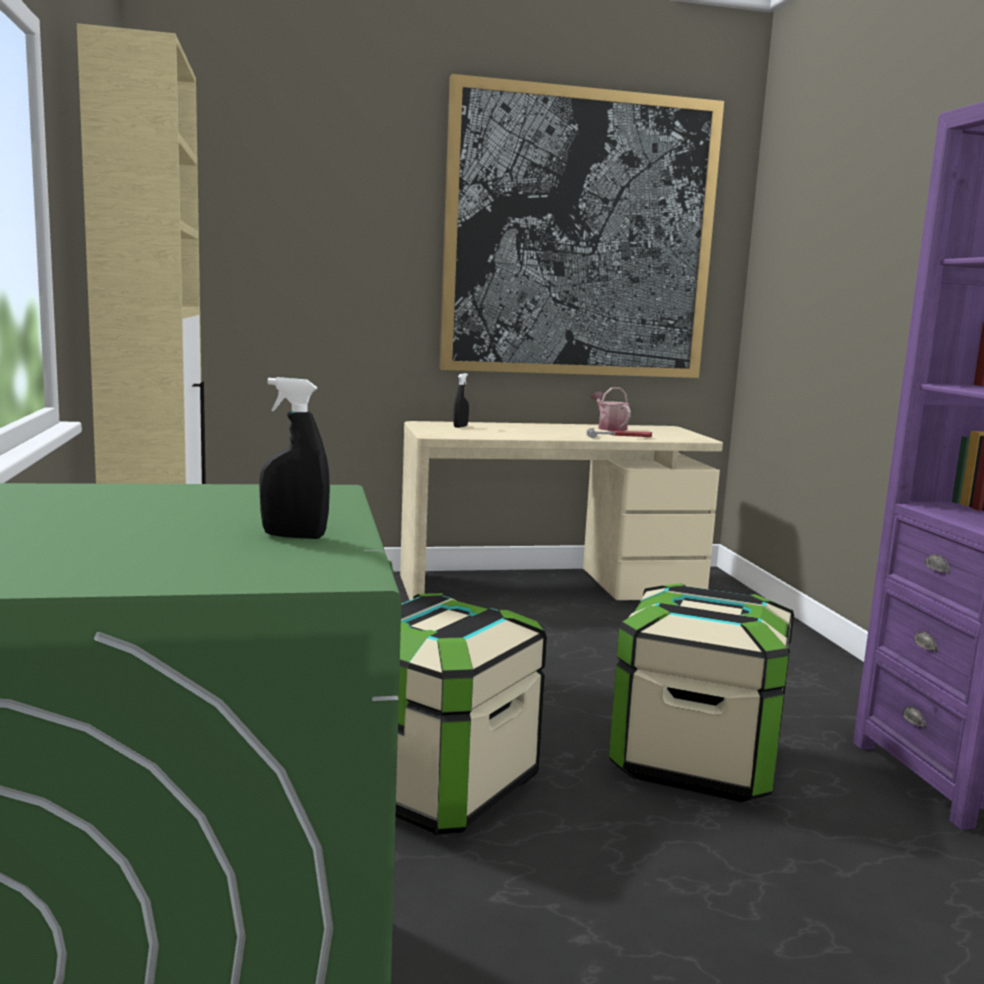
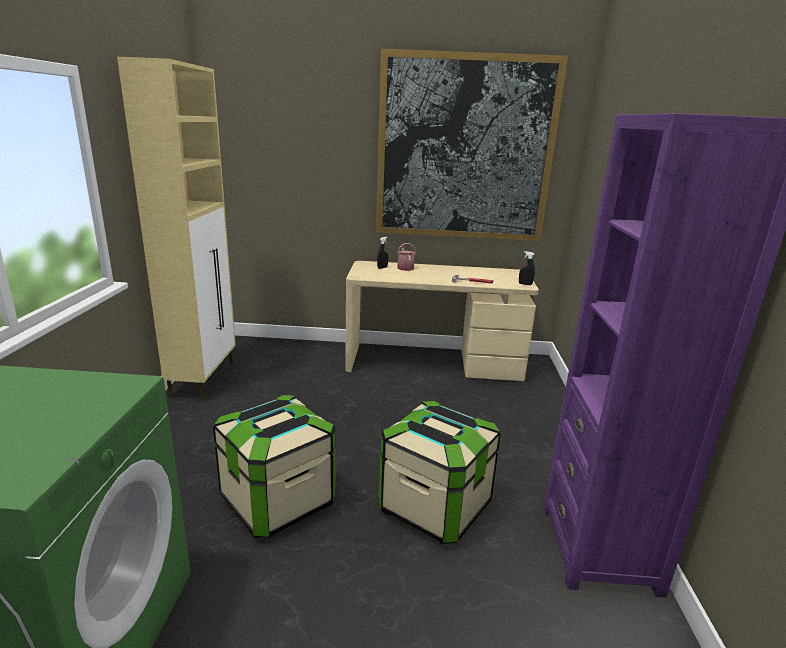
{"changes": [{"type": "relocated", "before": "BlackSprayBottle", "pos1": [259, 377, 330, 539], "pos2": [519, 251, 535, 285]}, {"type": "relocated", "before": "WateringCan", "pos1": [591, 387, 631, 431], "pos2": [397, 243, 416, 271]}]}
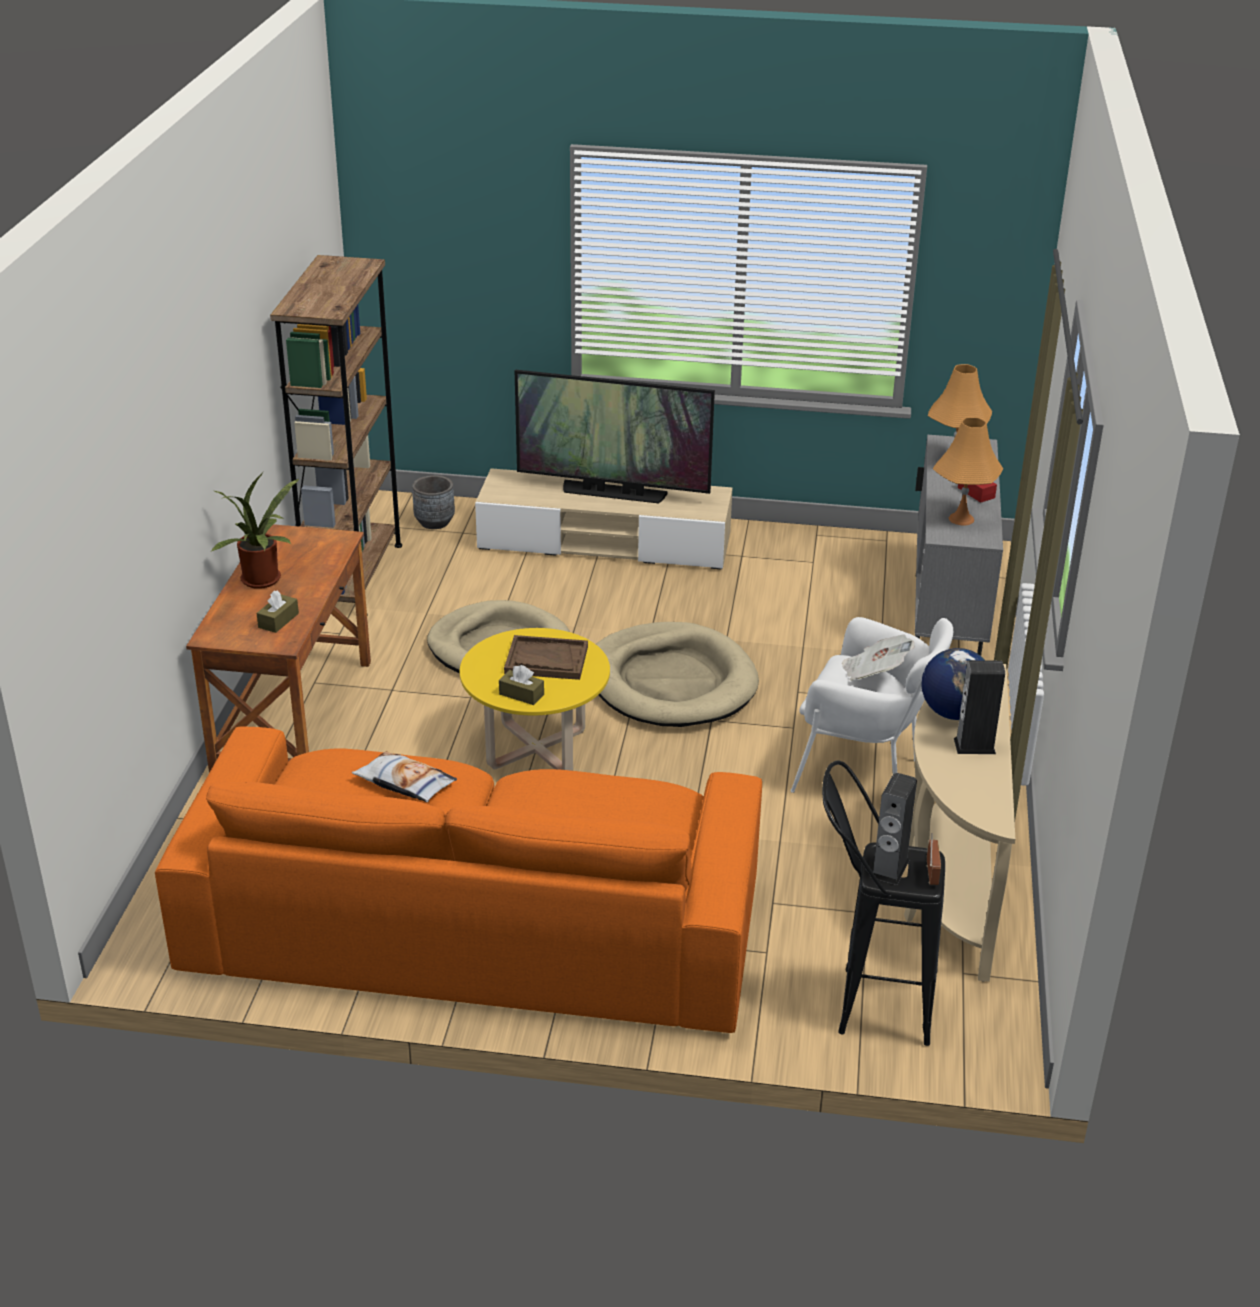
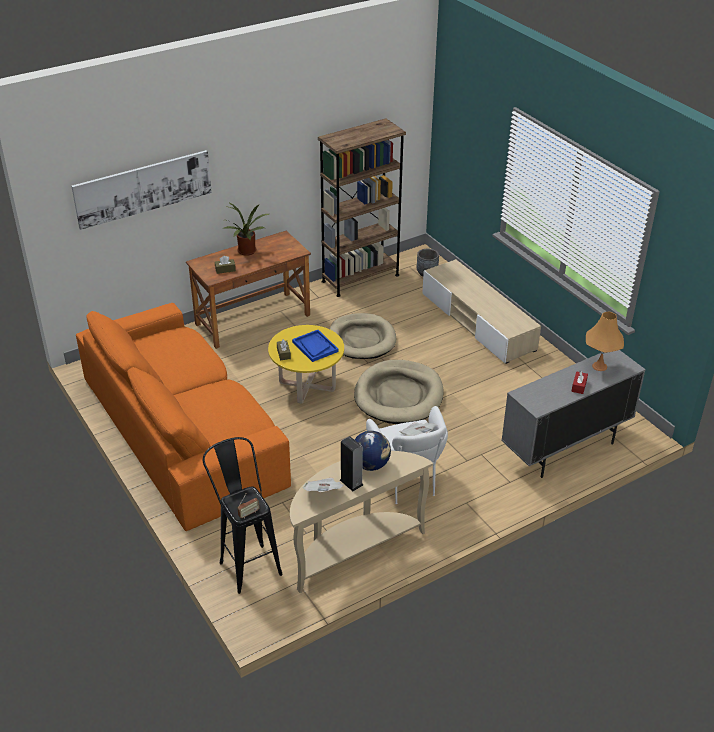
{"changes": [{"type": "missing", "before": "Television", "pos1": [515, 370, 715, 503]}, {"type": "missing", "before": "OrangeTableLamp", "pos1": [933, 417, 1003, 525]}, {"type": "colour", "before": "BrownTray", "after": "BlueTray", "pos1": [504, 635, 588, 680], "pos2": [292, 330, 338, 362]}, {"type": "missing", "before": "Pillow", "pos1": [352, 751, 457, 802]}, {"type": "missing", "before": "Speaker", "pos1": [870, 773, 917, 885]}, {"type": "appeared", "after": "Picture", "pos2": [71, 150, 212, 230]}, {"type": "appeared", "after": "Newspaper", "pos2": [302, 478, 344, 492]}]}
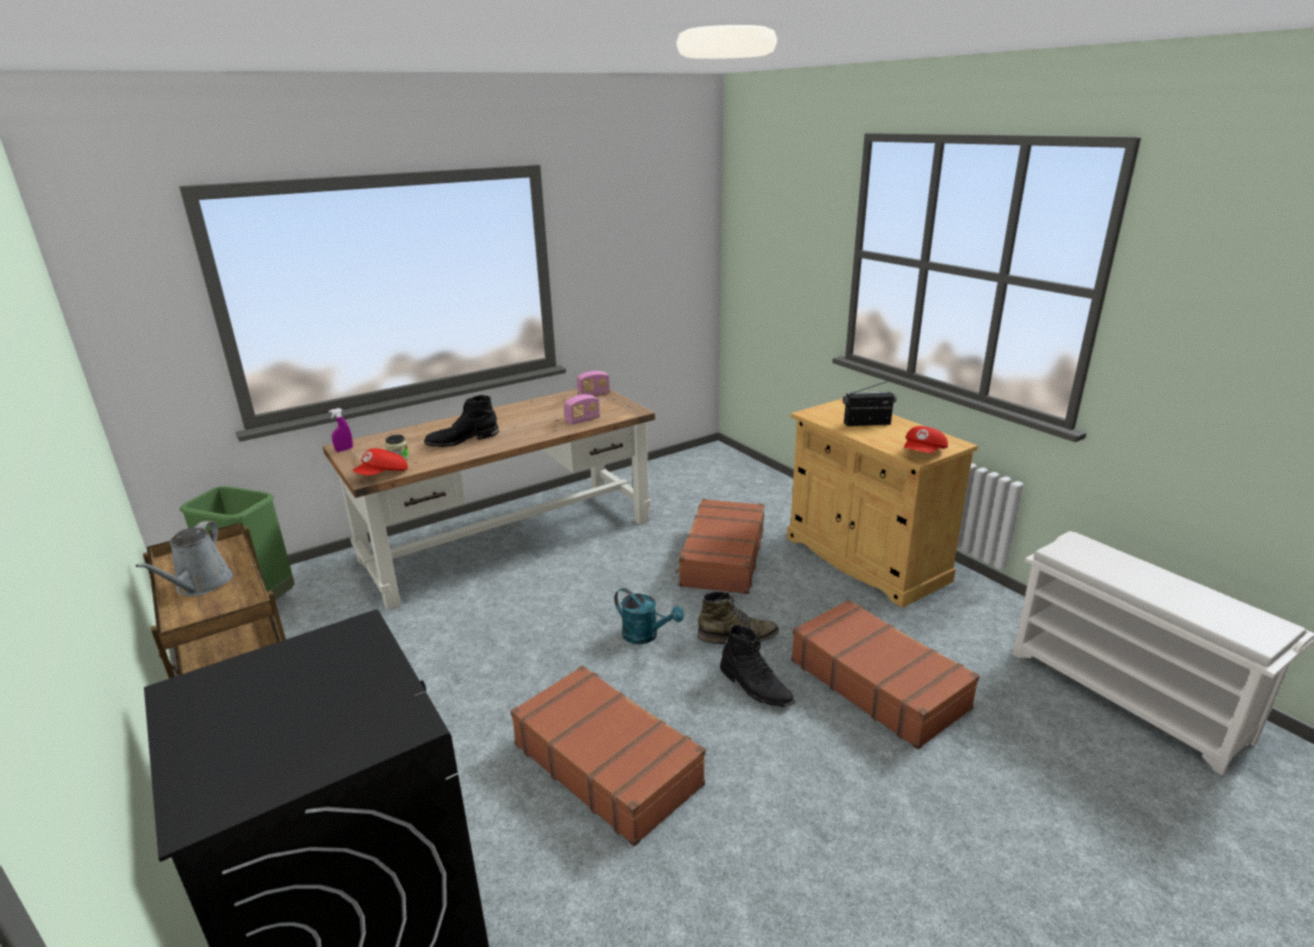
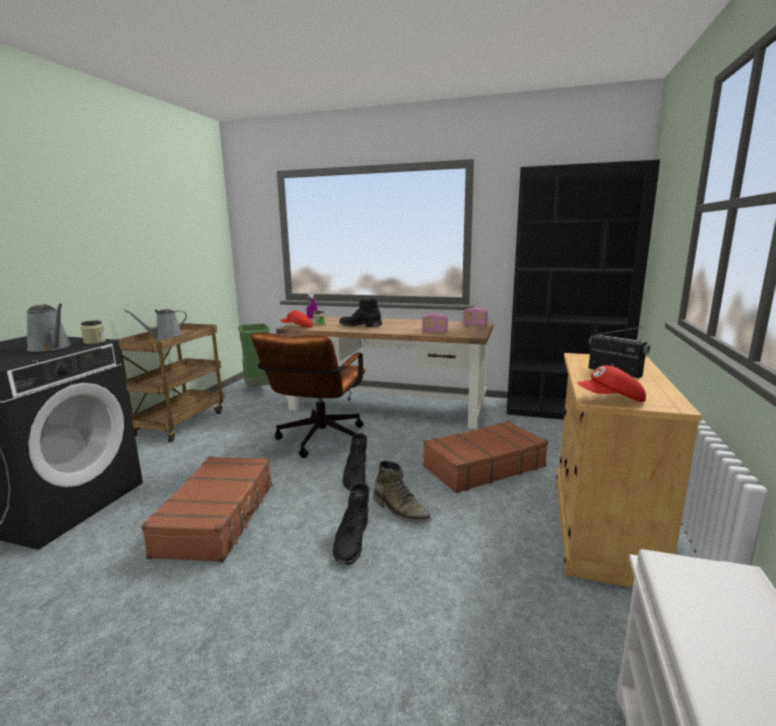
{"changes": [{"type": "exchanged", "before": "TurquoiseWateringCan", "after": "BlackBoot", "pos1": [614, 588, 684, 644], "pos2": [342, 433, 367, 490]}, {"type": "missing", "before": "BrownSuitcase", "pos1": [791, 599, 980, 750]}, {"type": "appeared", "after": "BlackBookcase", "pos2": [507, 159, 660, 420]}, {"type": "appeared", "after": "GreyWateringCan", "pos2": [26, 304, 71, 352]}, {"type": "appeared", "after": "Jar", "pos2": [81, 320, 106, 344]}, {"type": "appeared", "after": "BrownOfficeChair", "pos2": [251, 332, 366, 458]}]}
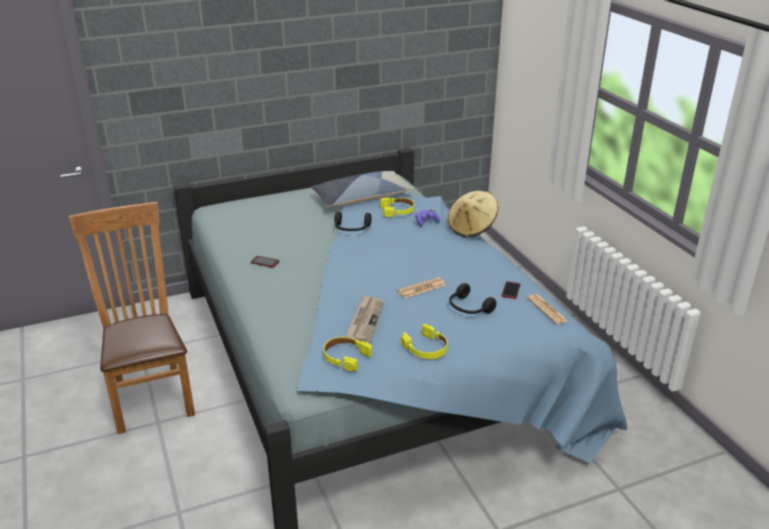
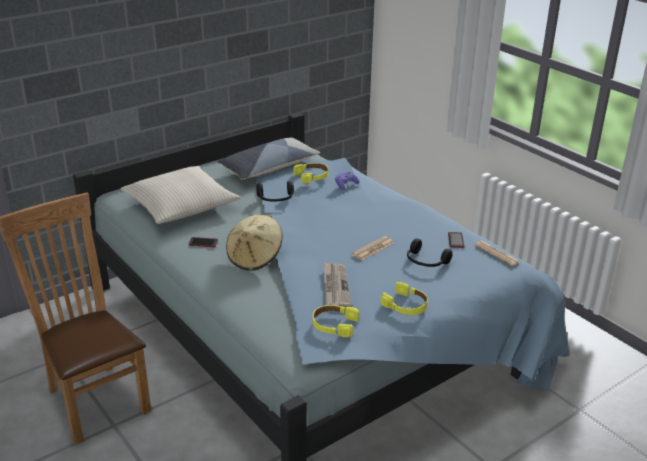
{"changes": [{"type": "relocated", "before": "BeigeHat", "pos1": [448, 191, 498, 238], "pos2": [226, 214, 283, 271]}, {"type": "appeared", "after": "BeigePillow", "pos2": [121, 166, 241, 224]}]}
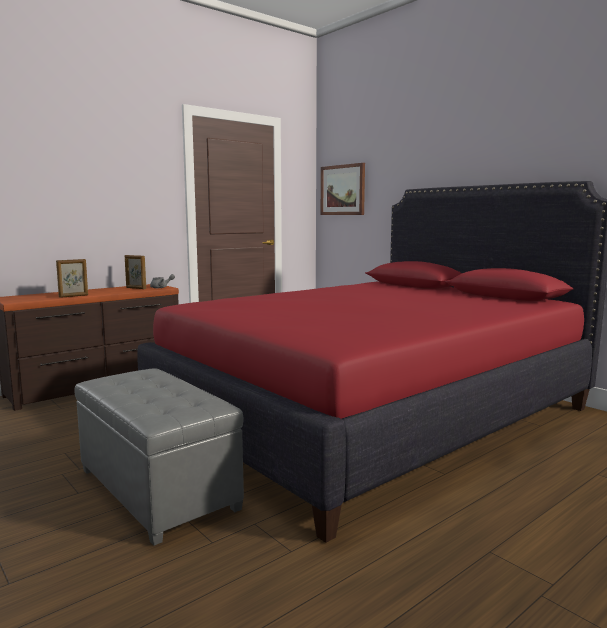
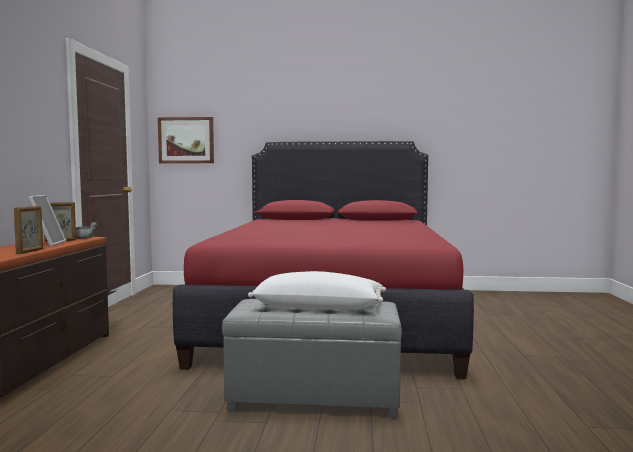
{"changes": [{"type": "appeared", "after": "PictureFrame", "pos2": [28, 195, 66, 246]}, {"type": "appeared", "after": "WhitePillow", "pos2": [248, 271, 386, 310]}]}
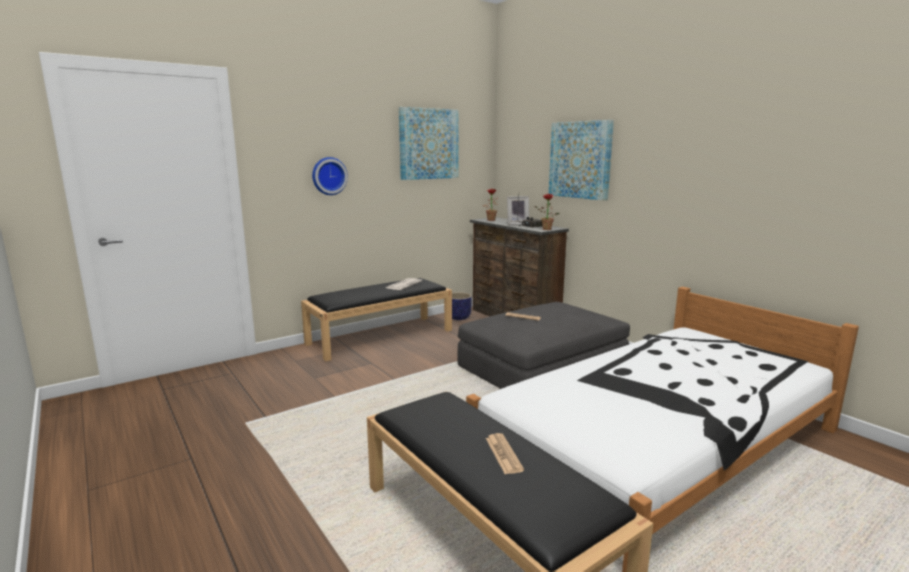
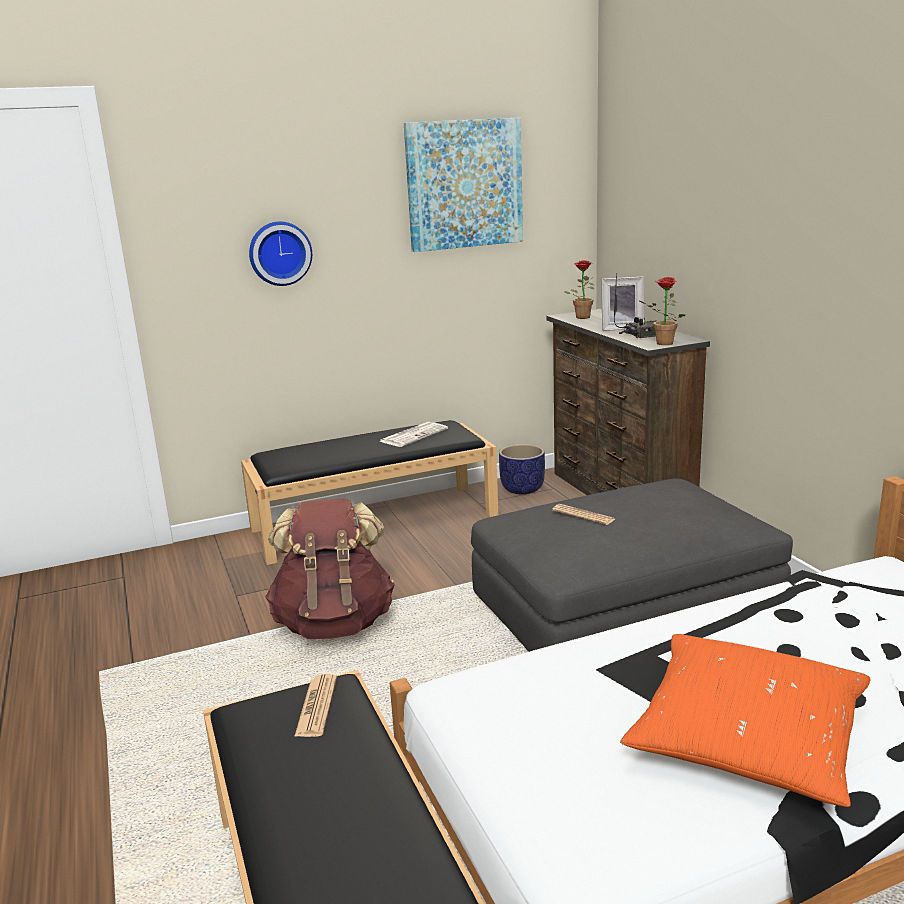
{"changes": [{"type": "missing", "before": "Picture", "pos1": [549, 120, 614, 201]}, {"type": "relocated", "before": "Newspaper", "pos1": [486, 433, 524, 474], "pos2": [294, 674, 337, 737]}, {"type": "appeared", "after": "BrownBackpack", "pos2": [265, 498, 395, 639]}, {"type": "appeared", "after": "OrangePillow", "pos2": [620, 634, 871, 807]}]}
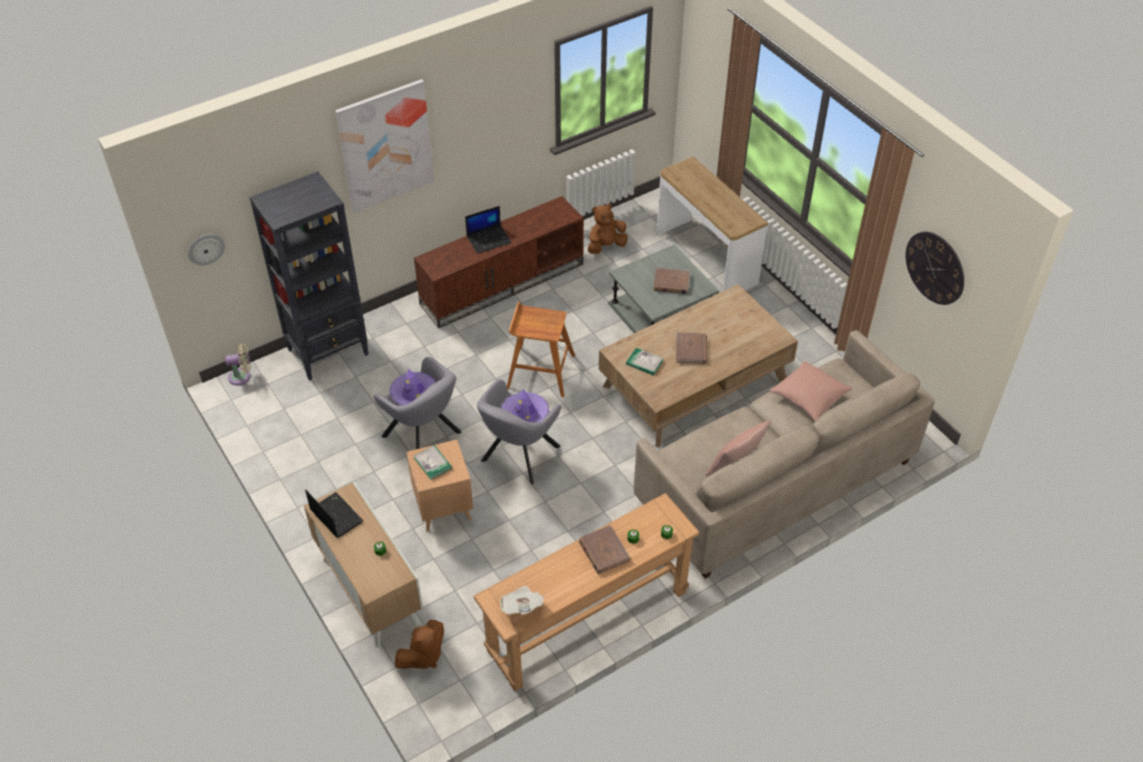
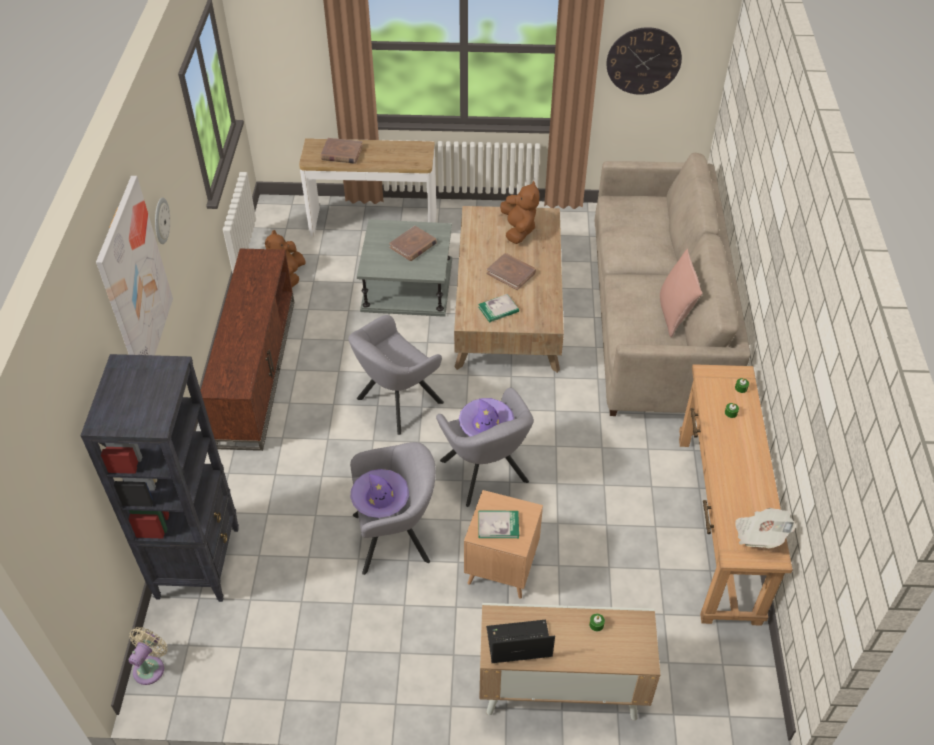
{"changes": [{"type": "missing", "before": "Laptop", "pos1": [465, 206, 512, 254]}, {"type": "relocated", "before": "WallClock", "pos1": [188, 234, 225, 265], "pos2": [155, 198, 170, 244]}, {"type": "exchanged", "before": "BrownStool", "after": "GreyArmchair", "pos1": [507, 302, 575, 397], "pos2": [348, 315, 444, 435]}, {"type": "missing", "before": "PinkPillow", "pos1": [769, 361, 852, 421]}, {"type": "relocated", "before": "BrownBook", "pos1": [579, 525, 630, 574], "pos2": [321, 138, 363, 164]}, {"type": "relocated", "before": "BrownPlushToy", "pos1": [395, 620, 444, 669], "pos2": [500, 181, 539, 244]}]}
